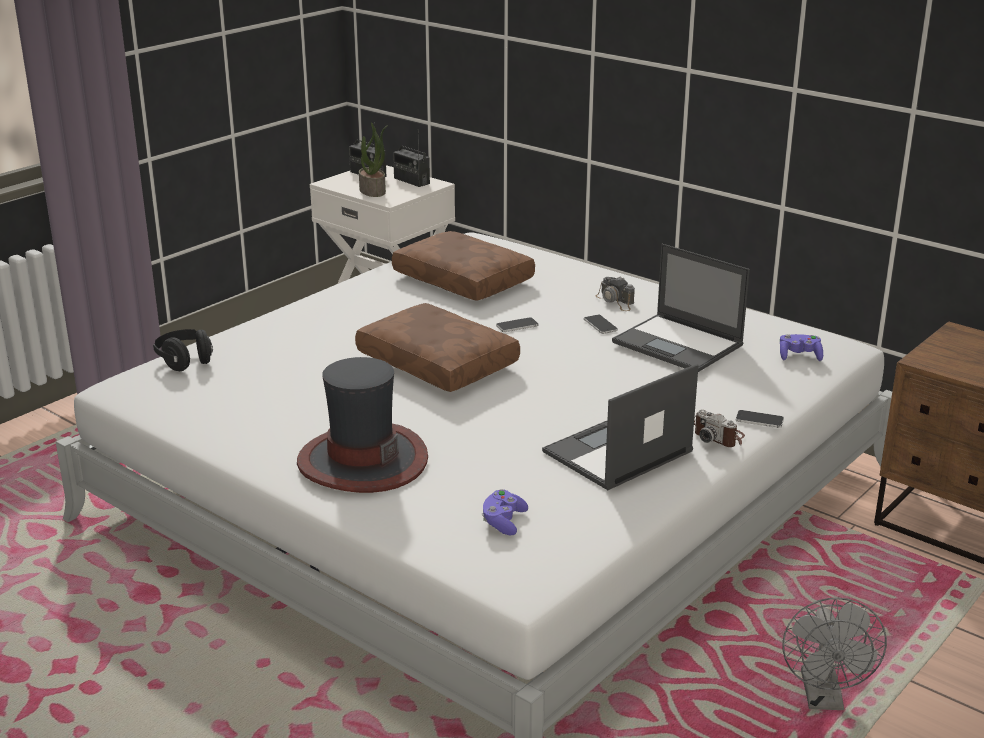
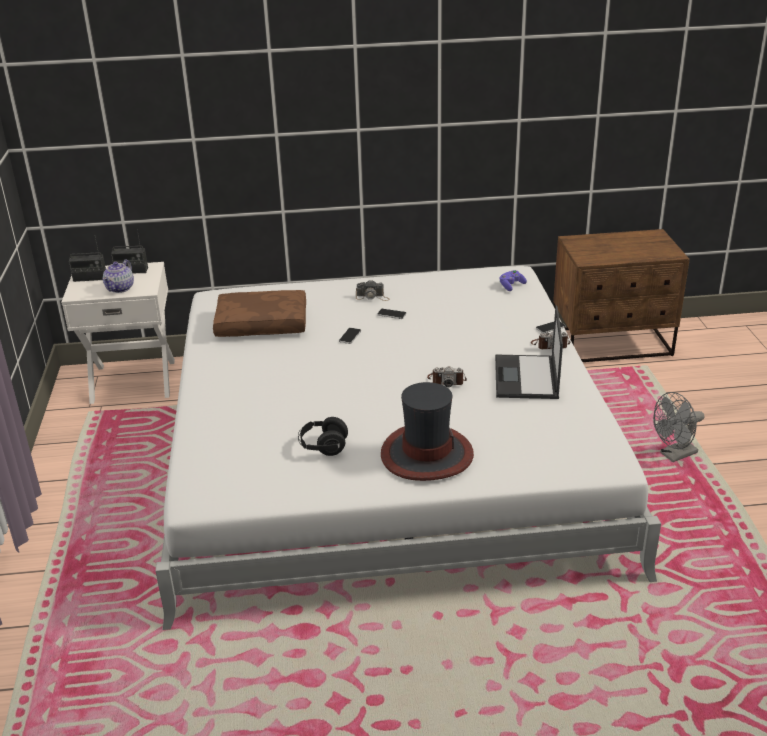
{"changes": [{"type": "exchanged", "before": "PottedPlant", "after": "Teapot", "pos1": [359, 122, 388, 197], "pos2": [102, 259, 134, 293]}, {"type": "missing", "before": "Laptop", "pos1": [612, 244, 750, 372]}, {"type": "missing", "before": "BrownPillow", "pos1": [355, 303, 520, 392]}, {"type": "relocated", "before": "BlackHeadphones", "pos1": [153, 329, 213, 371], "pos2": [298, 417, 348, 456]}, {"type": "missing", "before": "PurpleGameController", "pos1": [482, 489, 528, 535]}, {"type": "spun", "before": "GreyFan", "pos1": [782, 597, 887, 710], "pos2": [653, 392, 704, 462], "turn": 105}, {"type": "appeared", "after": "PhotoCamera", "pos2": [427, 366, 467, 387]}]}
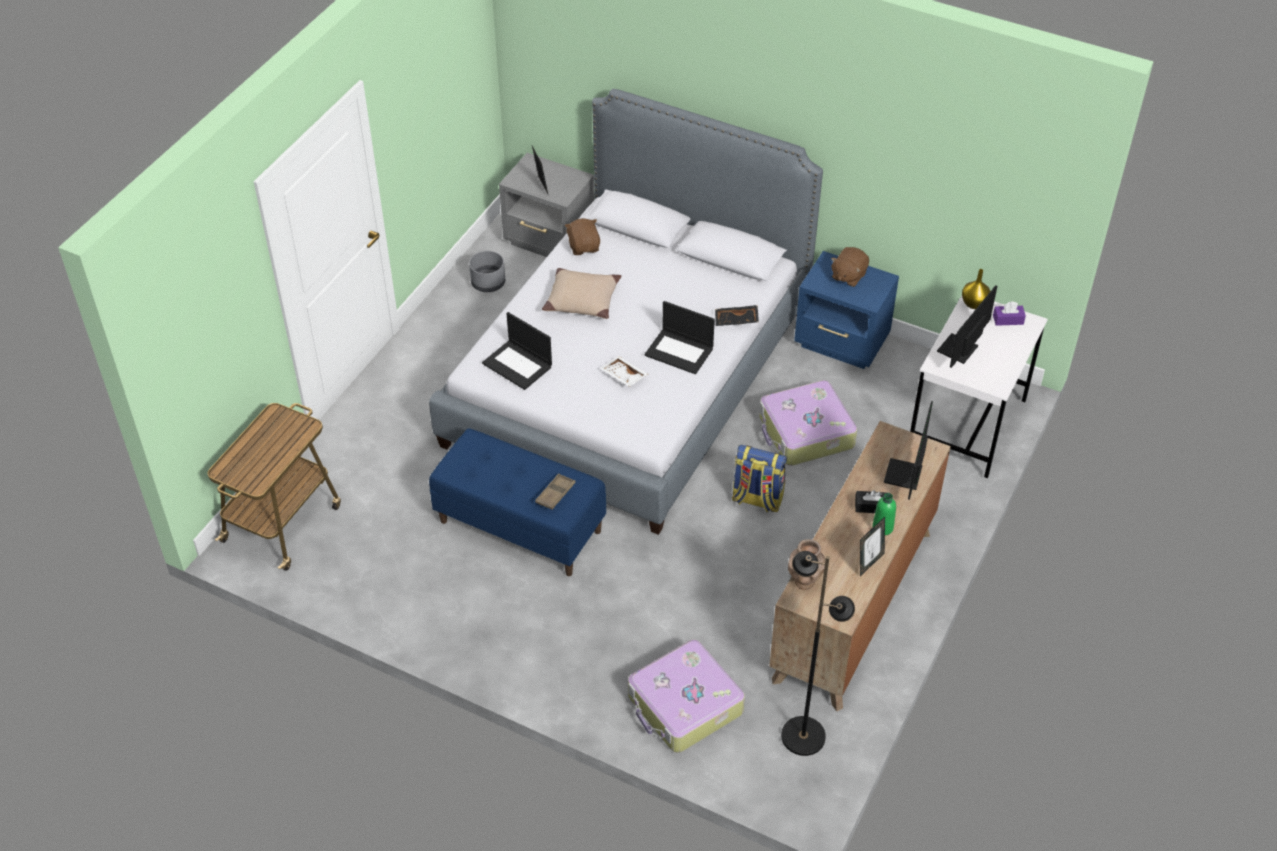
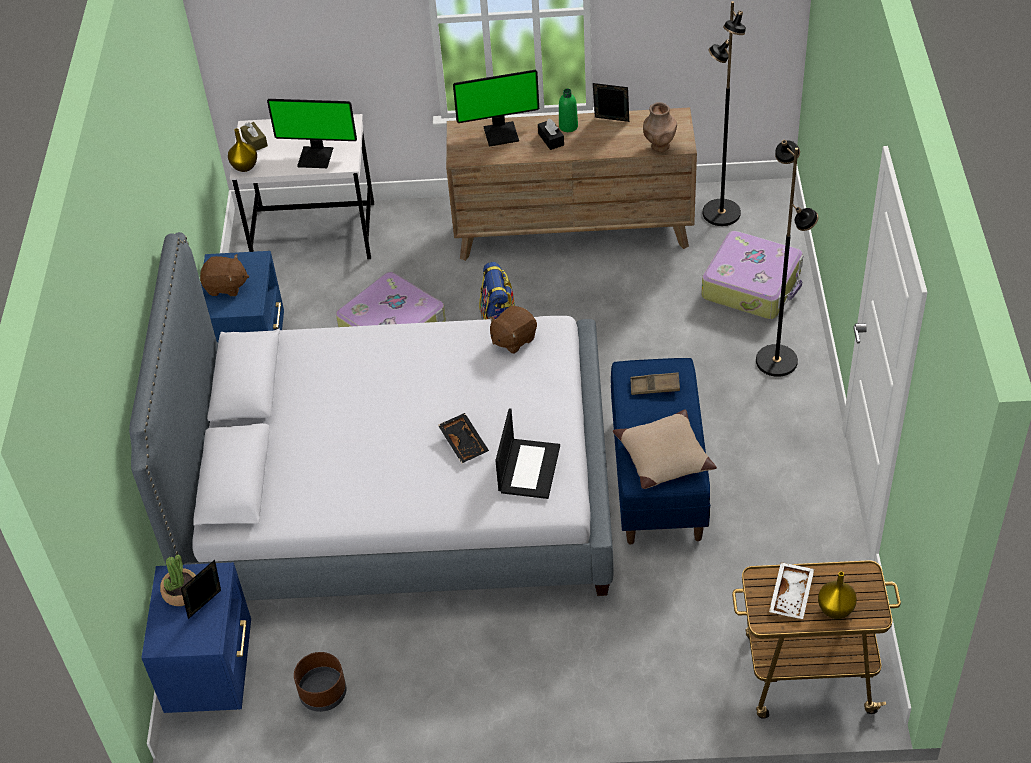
{"changes": [{"type": "colour", "before": "GreyNightstand", "after": "BlueNightstand", "pos1": [499, 153, 595, 257], "pos2": [141, 562, 251, 713]}, {"type": "relocated", "before": "BrownPlushToy", "pos1": [565, 218, 600, 255], "pos2": [489, 306, 537, 354]}, {"type": "colour", "before": "GreyPlanter", "after": "BrownPlanter", "pos1": [469, 251, 505, 292], "pos2": [294, 652, 346, 712]}, {"type": "relocated", "before": "BeigePillow", "pos1": [542, 268, 621, 319], "pos2": [613, 410, 717, 489]}, {"type": "missing", "before": "Laptop", "pos1": [645, 301, 715, 374]}, {"type": "colour", "before": "PurpleTissueBox", "after": "BrownTissueBox", "pos1": [993, 301, 1026, 326], "pos2": [240, 122, 268, 151]}, {"type": "relocated", "before": "BlackTray", "pos1": [715, 305, 759, 326], "pos2": [438, 413, 489, 463]}, {"type": "relocated", "before": "WhiteTray", "pos1": [600, 356, 648, 387], "pos2": [769, 562, 814, 619]}, {"type": "appeared", "after": "BlackFloorLamp", "pos2": [756, 140, 818, 377]}, {"type": "appeared", "after": "PottedPlant", "pos2": [160, 554, 196, 606]}, {"type": "appeared", "after": "YellowVase", "pos2": [818, 572, 857, 619]}]}
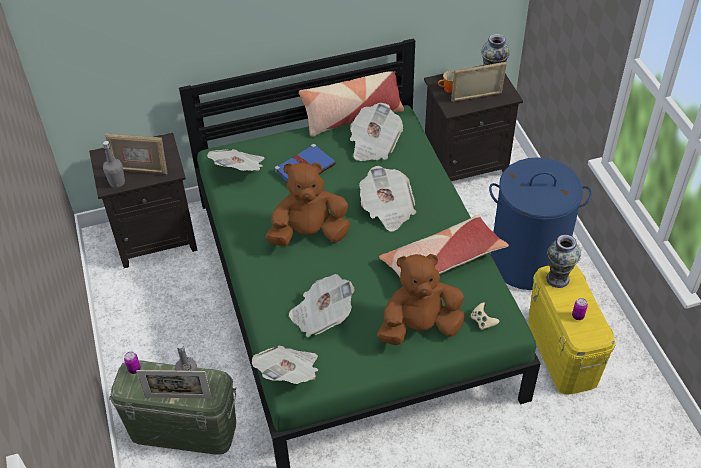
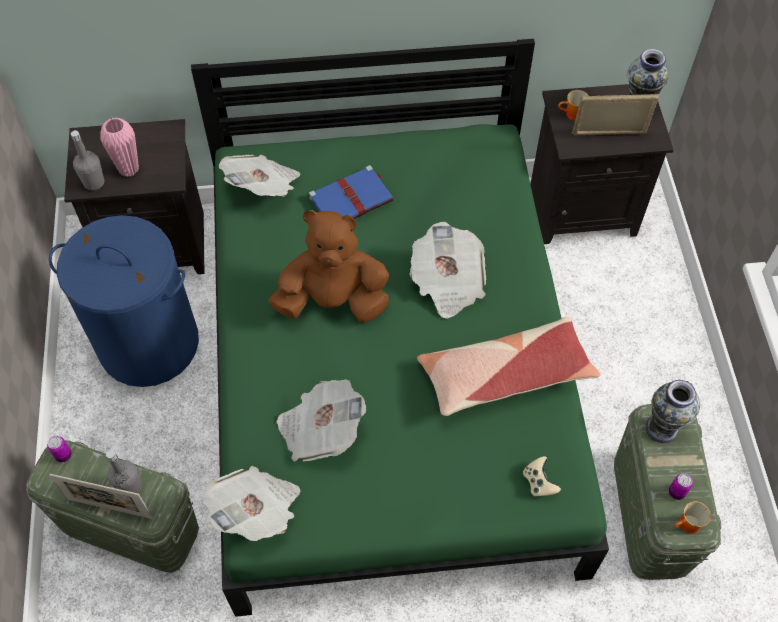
{"changes": [{"type": "missing", "before": "Pillow", "pos1": [299, 71, 404, 137]}, {"type": "missing", "before": "Newspaper", "pos1": [350, 103, 403, 161]}, {"type": "exchanged", "before": "PictureFrame", "after": "PinkVase", "pos1": [105, 133, 168, 174], "pos2": [100, 118, 139, 177]}, {"type": "relocated", "before": "BlueLaundryBasket", "pos1": [489, 157, 592, 290], "pos2": [49, 215, 199, 387]}, {"type": "missing", "before": "BrownPlushToy", "pos1": [377, 254, 465, 345]}, {"type": "colour", "before": "YellowStorageBox", "after": "GreenStorageBox", "pos1": [528, 265, 616, 395], "pos2": [614, 404, 721, 580]}, {"type": "appeared", "after": "Mug", "pos2": [674, 501, 711, 533]}]}
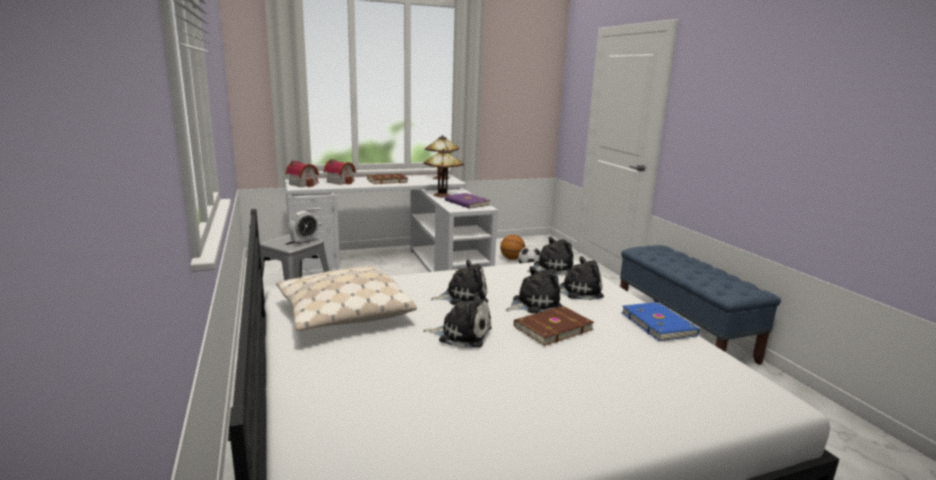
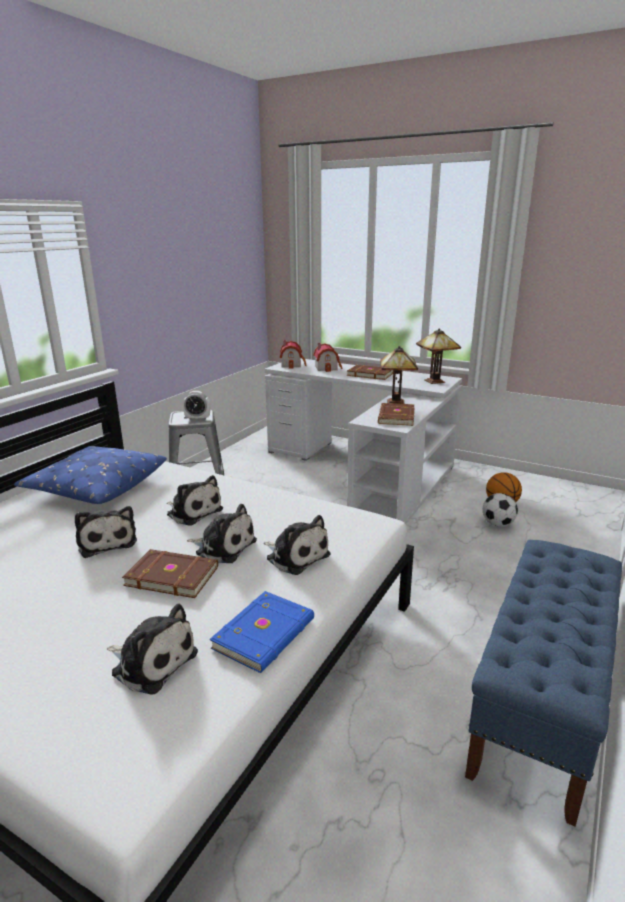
{"changes": [{"type": "colour", "before": "PurpleBook", "after": "BrownBook", "pos1": [445, 193, 491, 209], "pos2": [378, 403, 415, 426]}, {"type": "relocated", "before": "PlushToy", "pos1": [527, 237, 573, 274], "pos2": [107, 603, 198, 694]}, {"type": "colour", "before": "BeigePillow", "after": "BluePillow", "pos1": [276, 266, 417, 331], "pos2": [14, 446, 167, 504]}]}
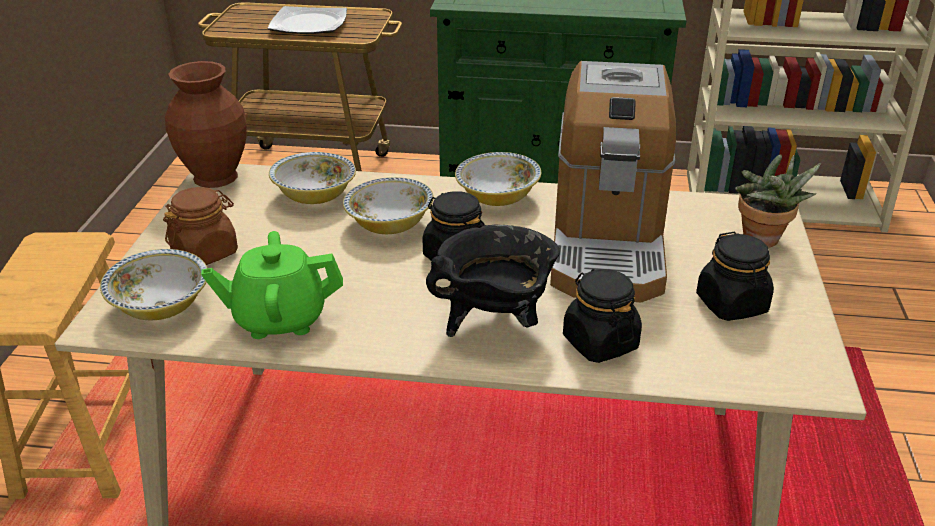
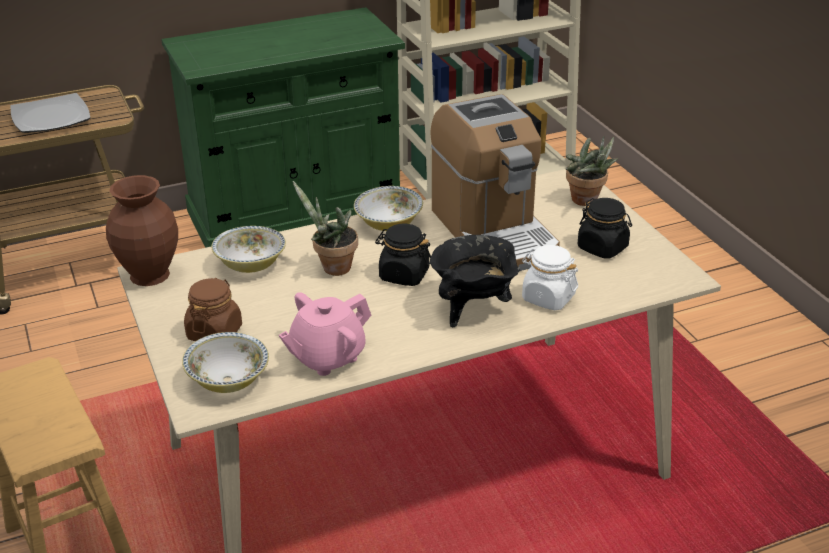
{"changes": [{"type": "exchanged", "before": "Bowl", "after": "PottedPlant", "pos1": [343, 177, 434, 234], "pos2": [293, 181, 358, 276]}, {"type": "colour", "before": "GreenTeapot", "after": "PinkTeapot", "pos1": [201, 231, 343, 339], "pos2": [279, 292, 371, 376]}, {"type": "colour", "before": "BlackJar", "after": "WhiteJar", "pos1": [563, 269, 642, 363], "pos2": [522, 245, 578, 310]}]}
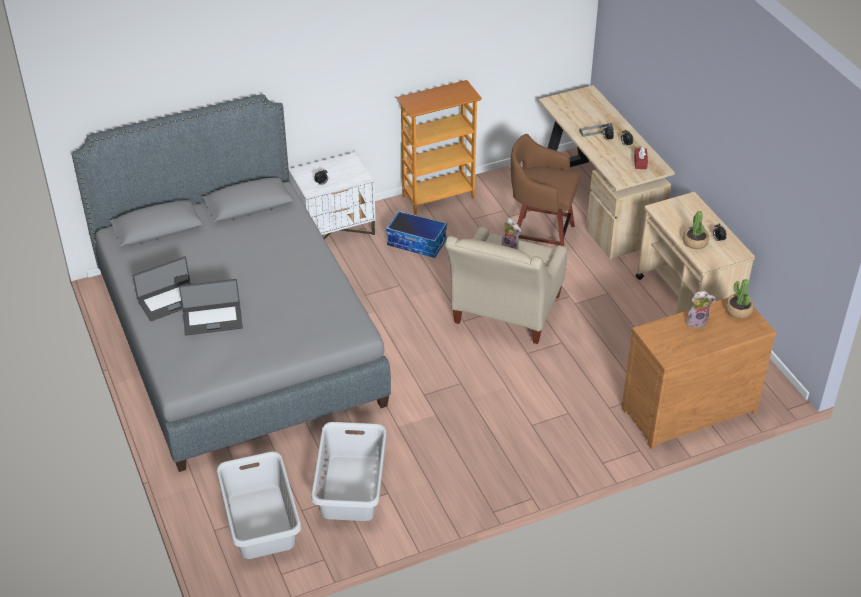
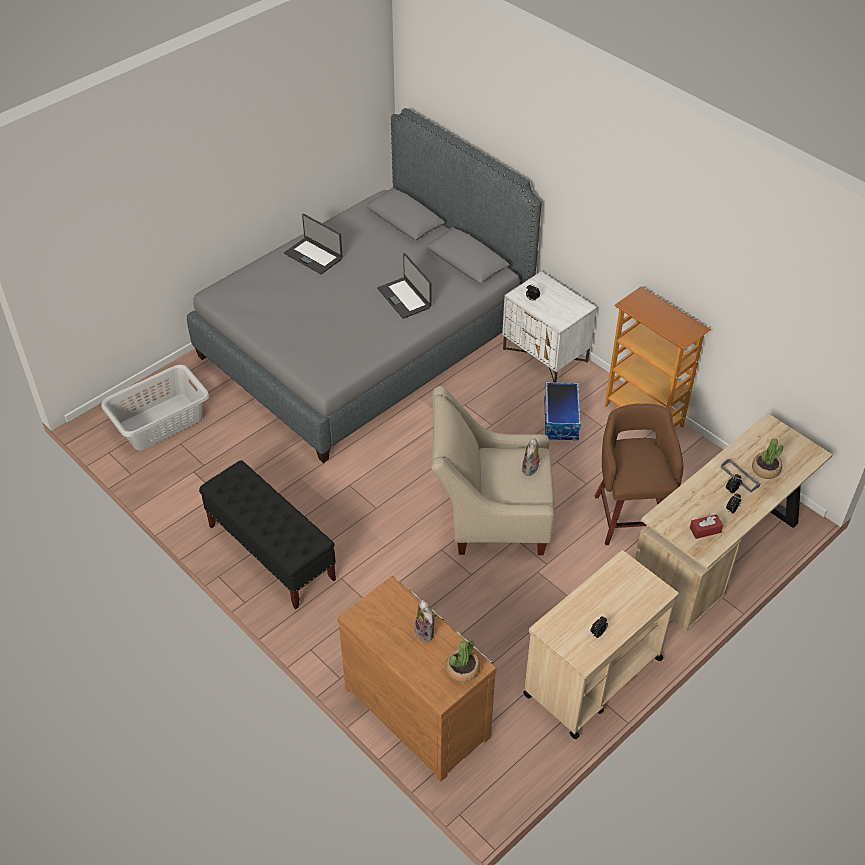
{"changes": [{"type": "relocated", "before": "PottedPlant", "pos1": [683, 211, 709, 249], "pos2": [752, 438, 783, 479]}, {"type": "relocated", "before": "Laptop", "pos1": [179, 279, 243, 336], "pos2": [377, 253, 432, 319]}, {"type": "missing", "before": "GreyLaundryBasket", "pos1": [311, 422, 387, 521]}, {"type": "appeared", "after": "BlackBench", "pos2": [199, 461, 336, 609]}]}
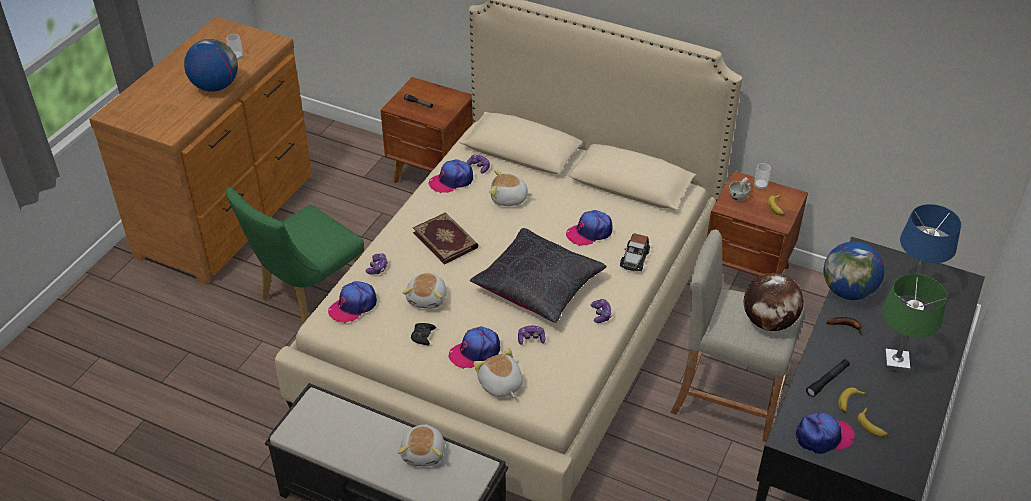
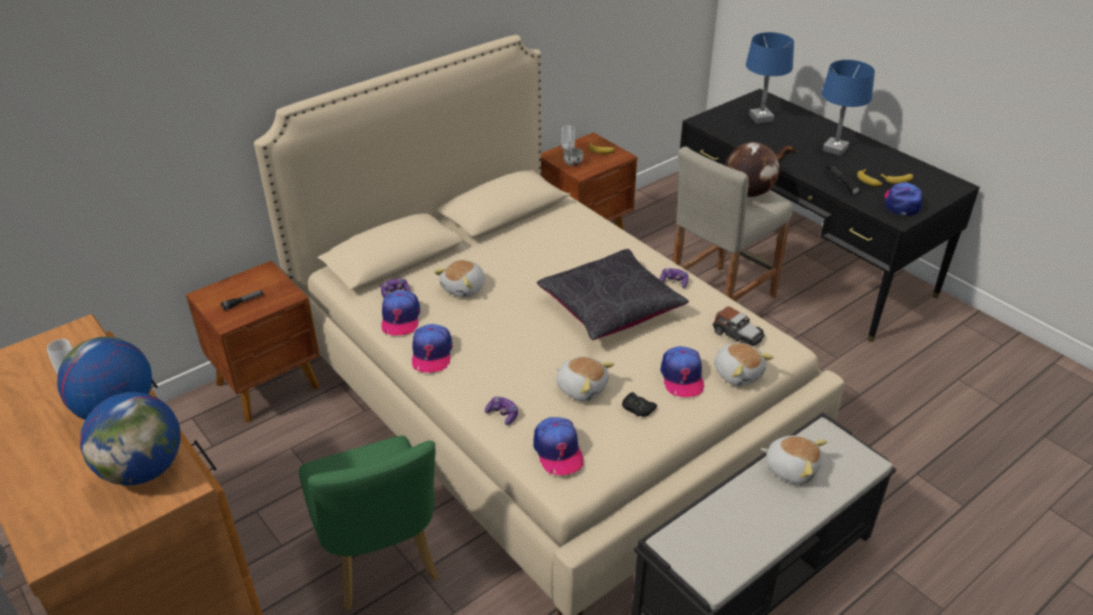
{"changes": [{"type": "relocated", "before": "Cap", "pos1": [566, 210, 613, 246], "pos2": [412, 324, 452, 373]}, {"type": "missing", "before": "Book", "pos1": [413, 213, 479, 265]}, {"type": "relocated", "before": "ToyCar", "pos1": [620, 233, 650, 271], "pos2": [713, 306, 764, 346]}, {"type": "relocated", "before": "Globe", "pos1": [823, 242, 884, 300], "pos2": [80, 392, 181, 485]}, {"type": "colour", "before": "GreenTableLamp", "after": "BlueTableLamp", "pos1": [882, 274, 947, 374], "pos2": [822, 60, 875, 156]}, {"type": "missing", "before": "GameController", "pos1": [518, 326, 545, 345]}, {"type": "spun", "before": "PlushToy", "pos1": [473, 347, 522, 397], "pos2": [714, 343, 774, 386], "turn": -120}]}
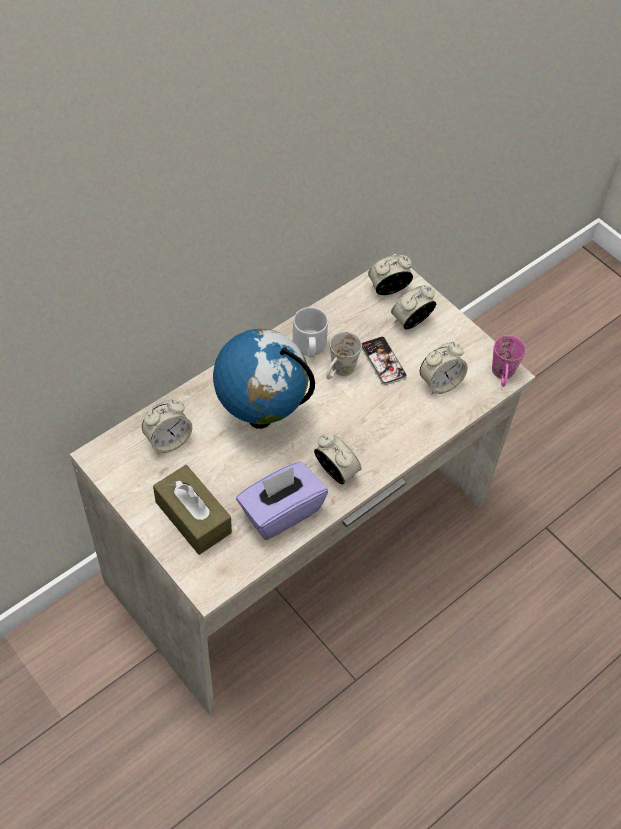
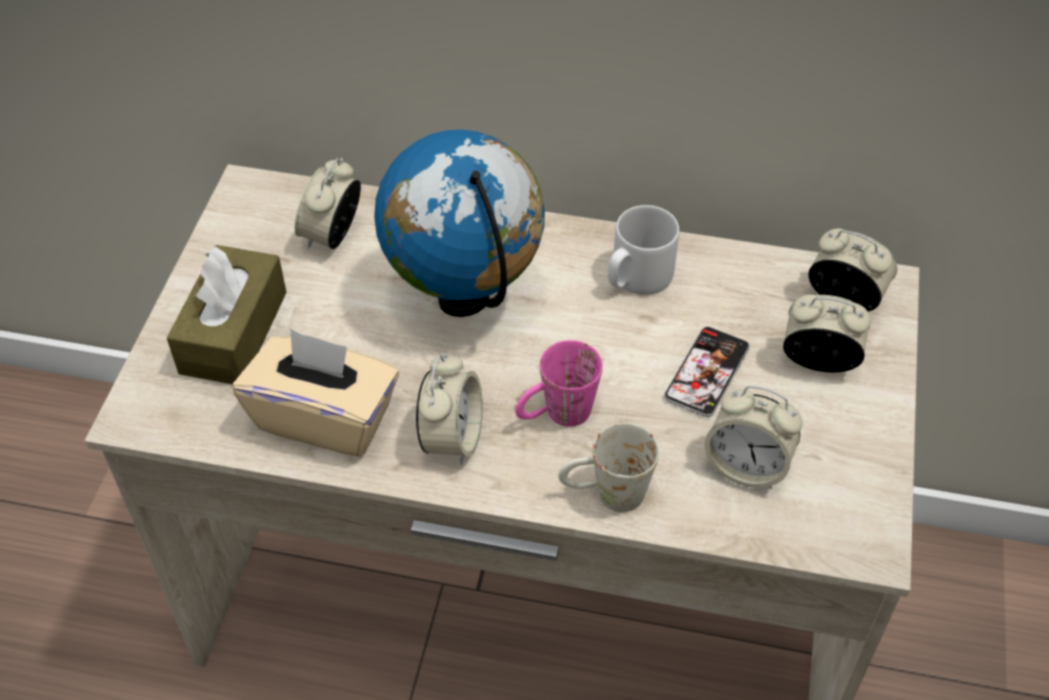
{"changes": [{"type": "relocated", "before": "WhiteMug", "pos1": [326, 332, 362, 380], "pos2": [558, 423, 659, 512]}, {"type": "relocated", "before": "PinkMug", "pos1": [492, 335, 526, 387], "pos2": [515, 340, 603, 427]}, {"type": "spun", "before": "AlarmClock", "pos1": [142, 399, 192, 454], "pos2": [295, 158, 361, 249], "turn": 90}, {"type": "colour", "before": "PurpleTissueBox", "after": "BeigeTissueBox", "pos1": [236, 462, 328, 540], "pos2": [233, 328, 399, 457]}]}
